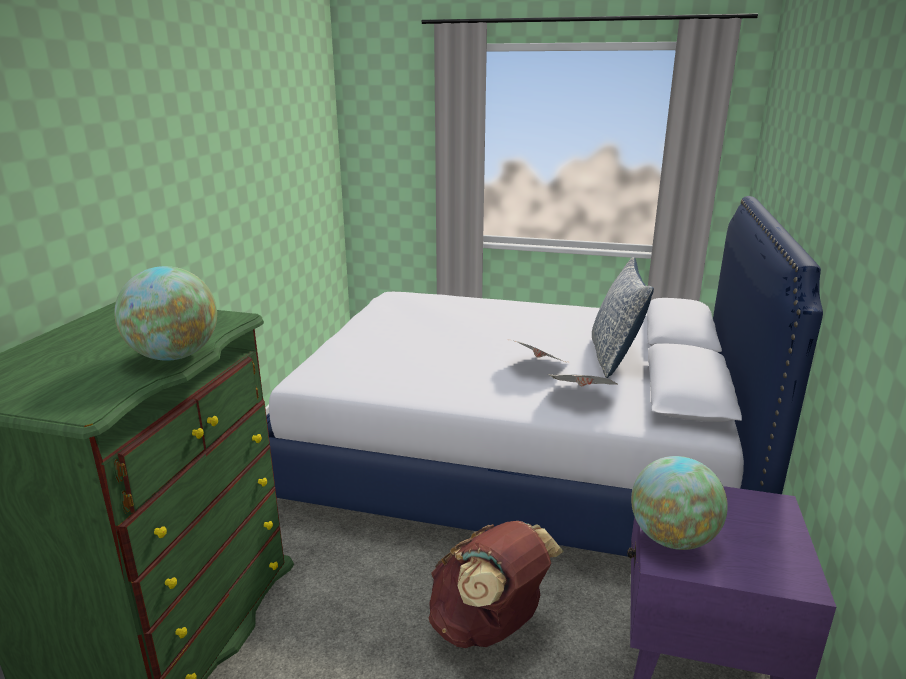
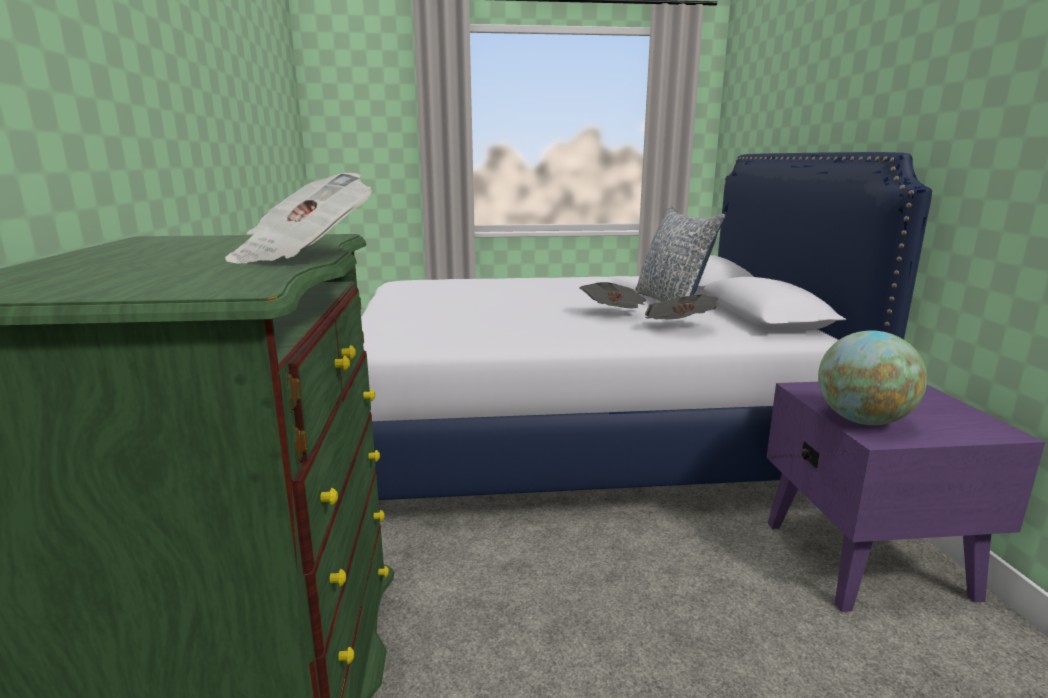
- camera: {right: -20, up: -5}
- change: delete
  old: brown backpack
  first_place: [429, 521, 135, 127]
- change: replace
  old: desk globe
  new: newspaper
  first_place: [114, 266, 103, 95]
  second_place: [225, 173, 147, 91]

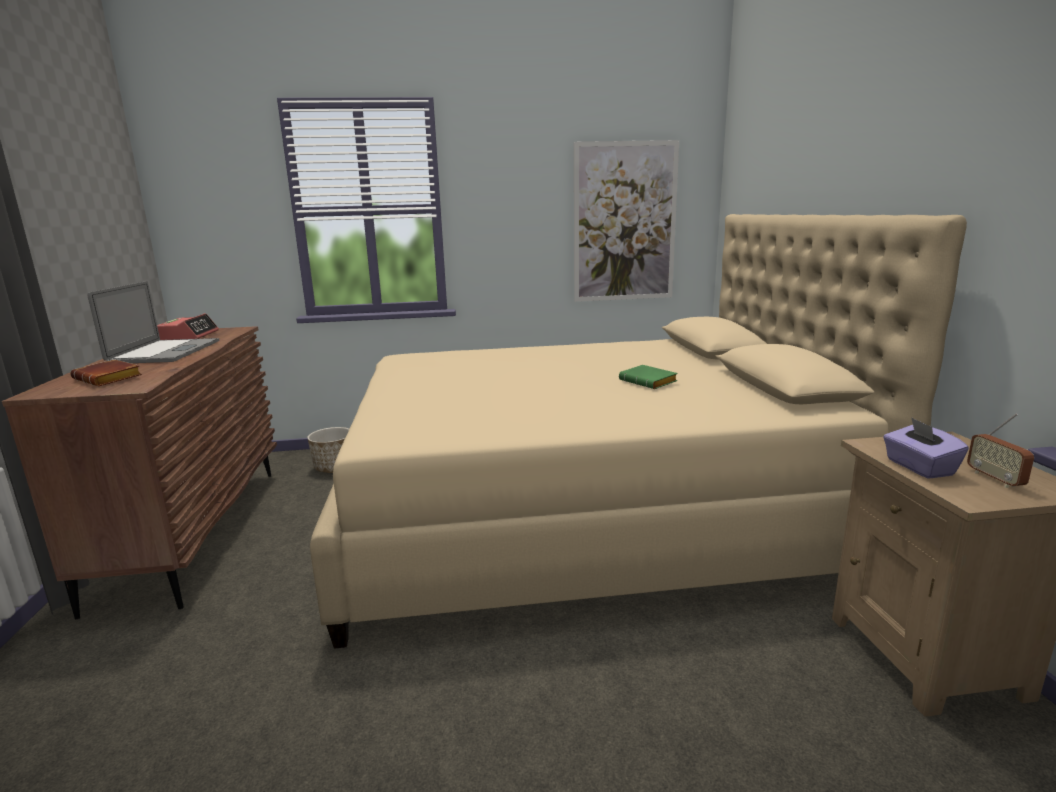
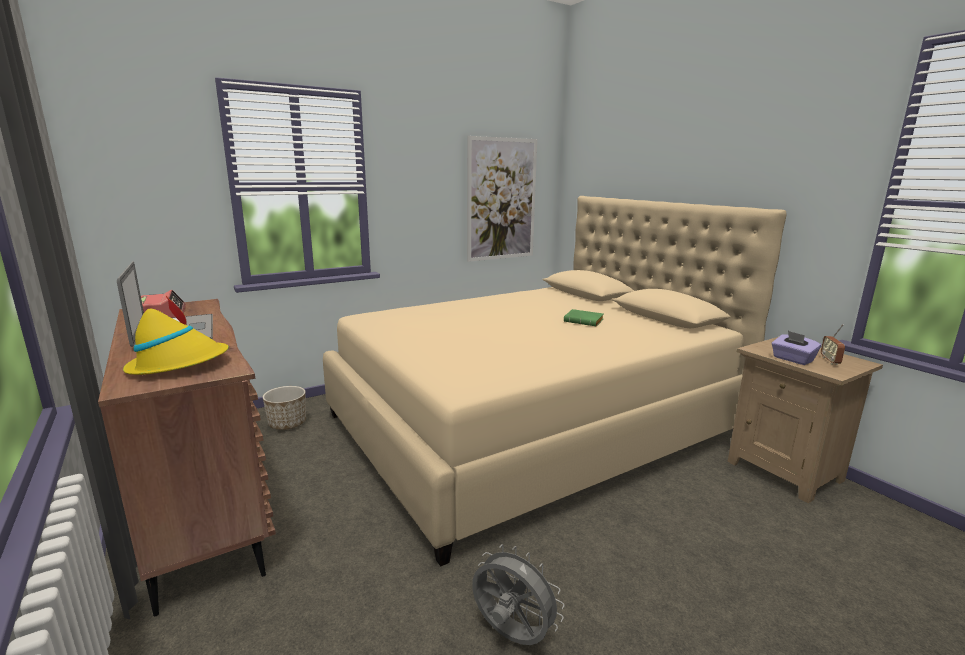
- camera: {right: -25, up: 0}
- change: insert
  new: grey fan
  second_place: [472, 544, 93, 101]
- change: replace
  old: brown bound book
  new: yellow-coloured clothing hat
  first_place: [70, 359, 72, 27]
  second_place: [123, 296, 106, 79]
- change: rotate
  old: radio set
  first_place: [967, 413, 67, 75]
  second_place: [821, 324, 24, 41]
  degrees: 45

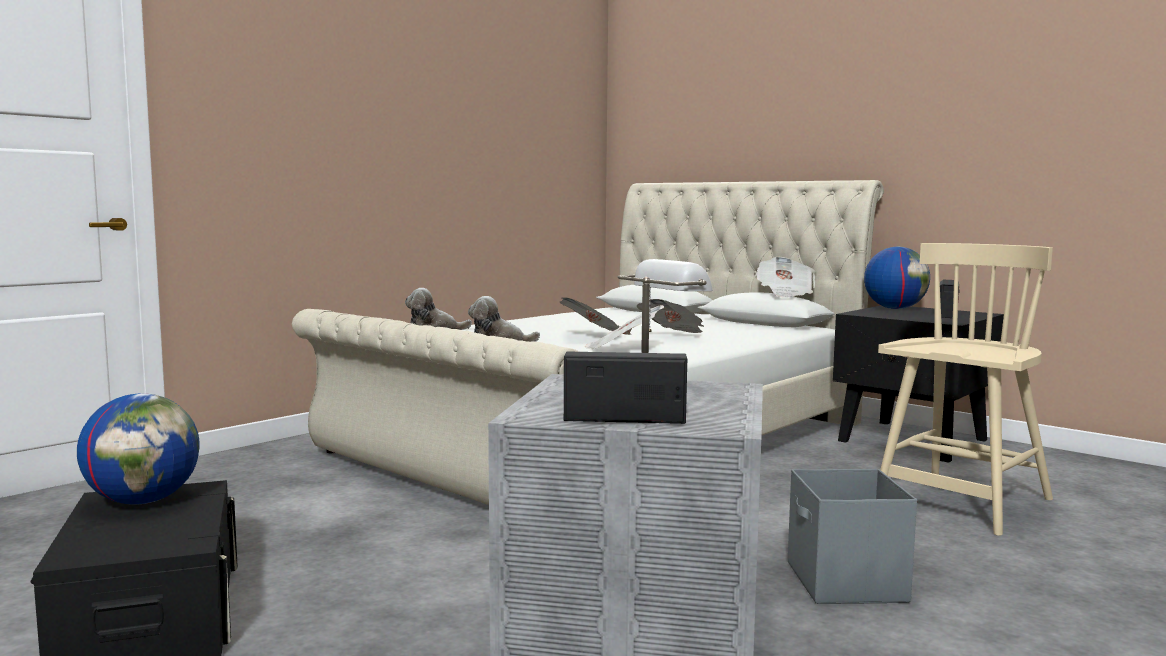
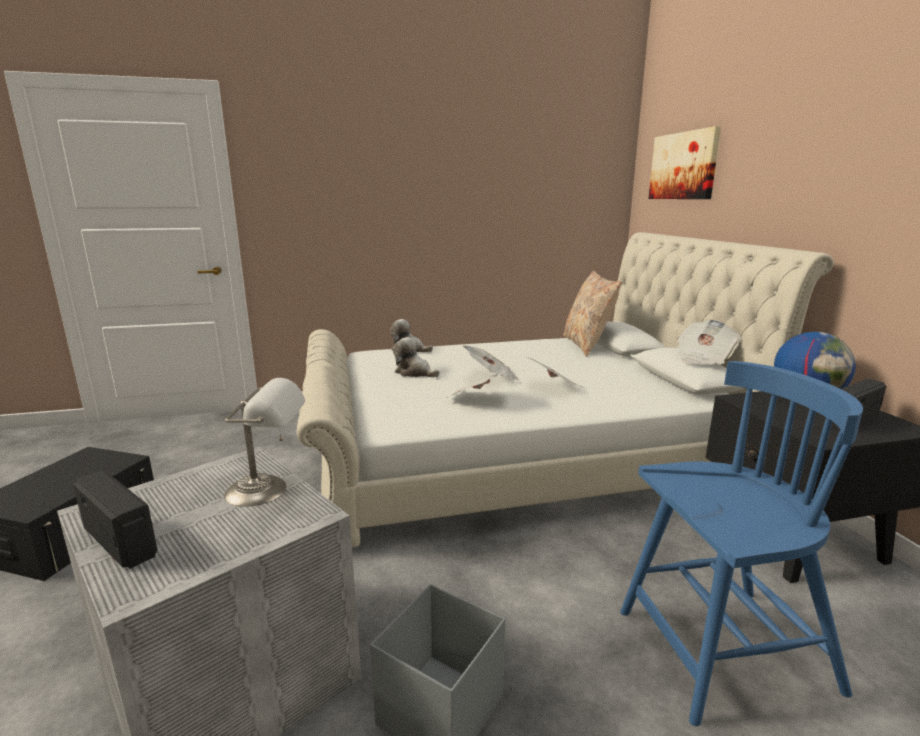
- camera: {right: 35, up: 10}
- change: delete
  old: desk globe
  first_place: [77, 393, 123, 111]
- change: insert
  new: sand-coloured throw pillow
  second_place: [563, 270, 59, 86]
- change: insert
  new: picture
  second_place: [648, 126, 73, 73]
- change: recolor
  old: sand-coloured chair
  new: blue chair
  first_place: [878, 243, 175, 293]
  second_place: [620, 361, 243, 365]

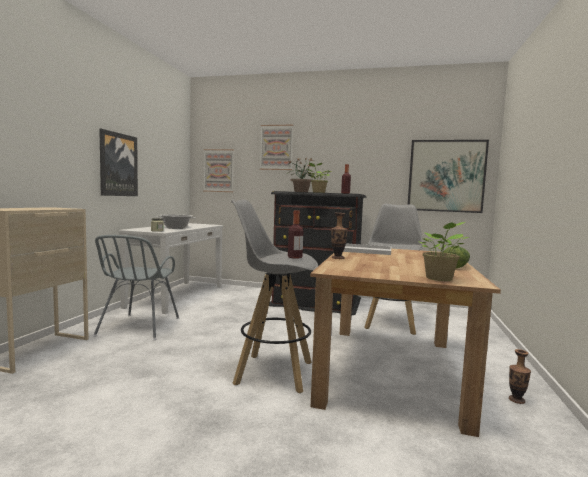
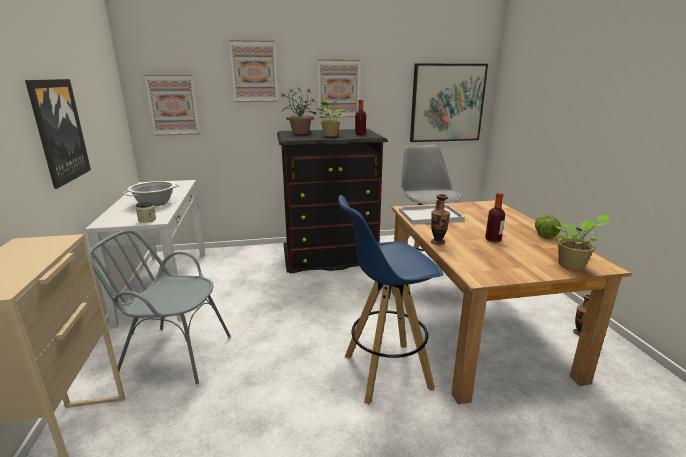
- camera: {right: -25, up: 15}
- change: insert
  new: picture
  second_place: [318, 59, 42, 59]
- change: move
  old: drink bottle
  first_place: [288, 210, 15, 49]
  second_place: [485, 193, 20, 50]
- change: recolor
  old: grey stool seat
  new: blue stool seat
  first_place: [231, 199, 87, 194]
  second_place: [338, 195, 105, 210]
- change: rotate
  old: grey chair
  first_place: [93, 235, 87, 105]
  second_place: [88, 229, 144, 158]
  degrees: 120

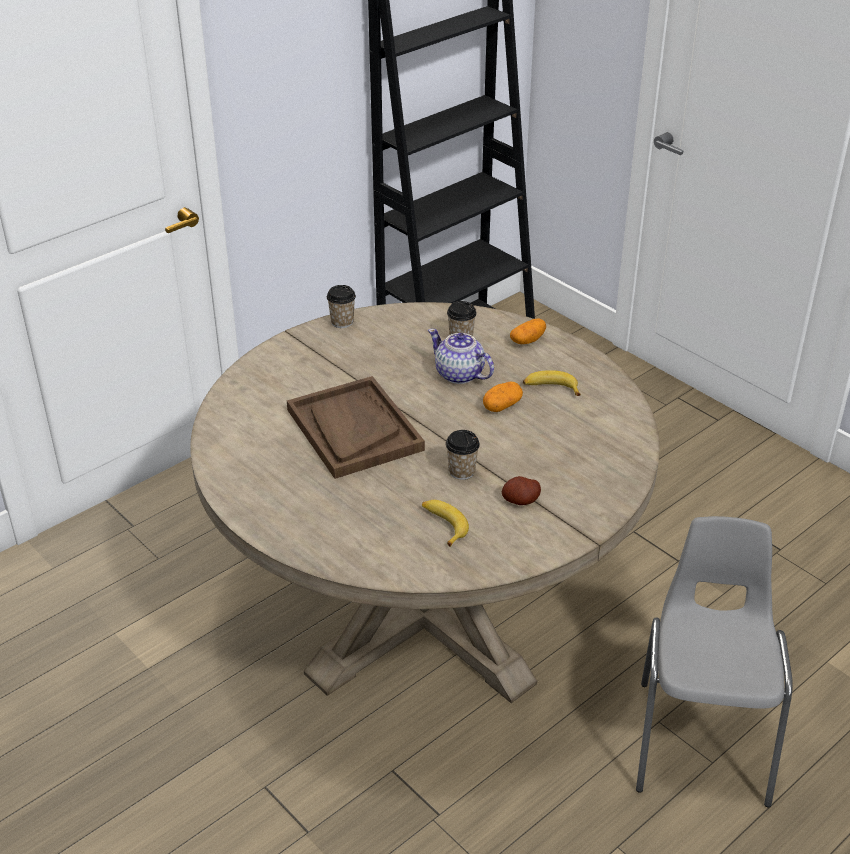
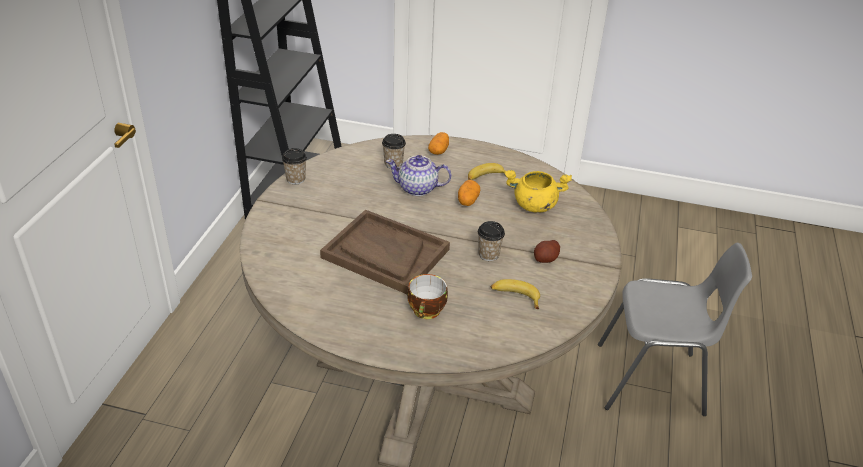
- camera: {right: -35, up: 0}
- change: insert
  new: small cup
  second_place: [407, 274, 41, 45]
- change: insert
  new: yellow-coloured cooking pot
  second_place: [504, 170, 68, 43]
- change: rotate
  old: grey chair
  first_place: [636, 516, 157, 292]
  second_place: [598, 243, 154, 173]
  degrees: 120

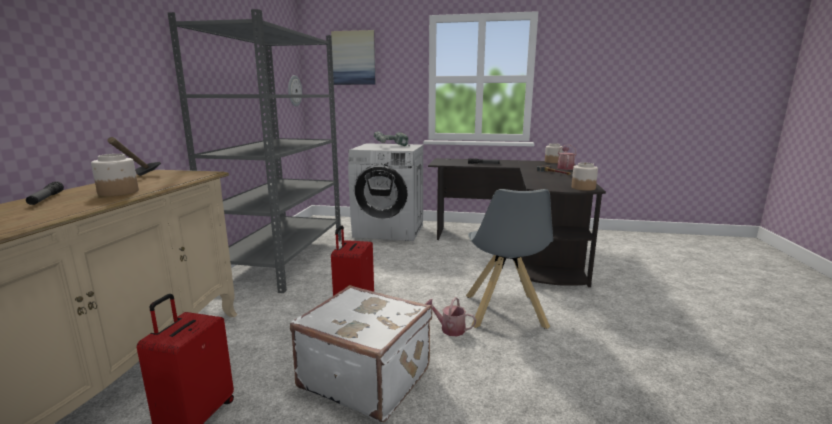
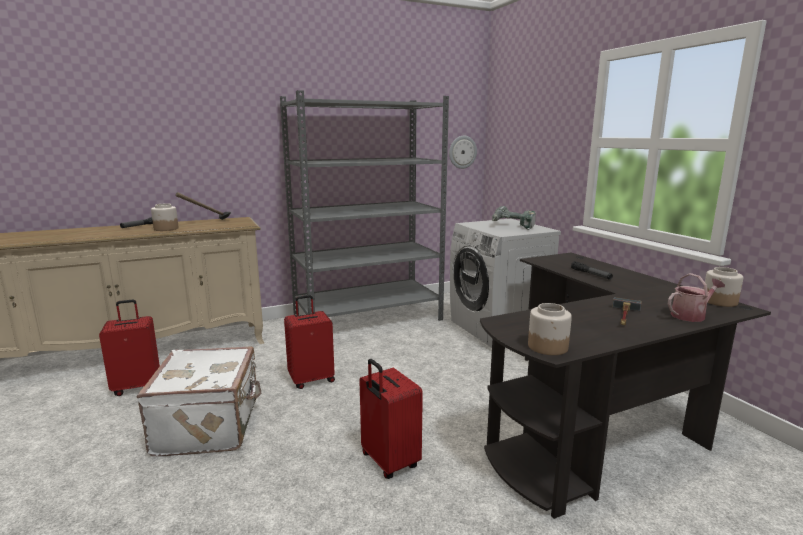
- camera: {right: 55, up: 0}
- change: delete
  old: picture
  first_place: [331, 30, 45, 55]
- change: delete
  old: watering can
  first_place: [425, 297, 51, 40]
- change: replace
  old: grey chair
  new: red travel case
  first_place: [466, 189, 87, 140]
  second_place: [359, 359, 64, 120]

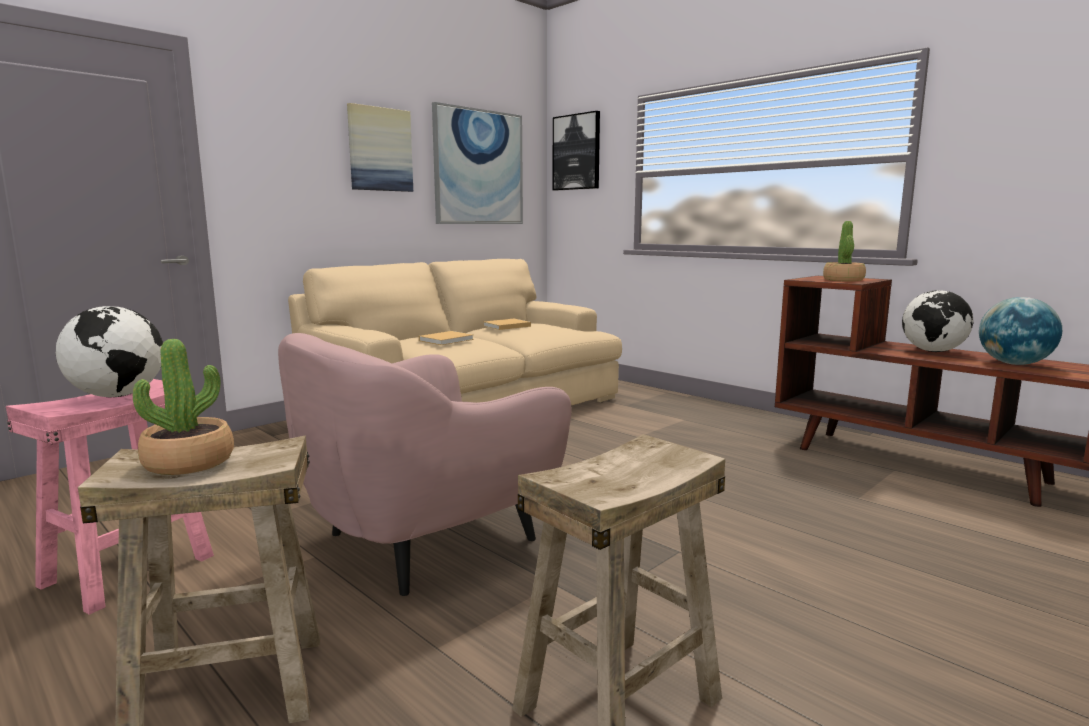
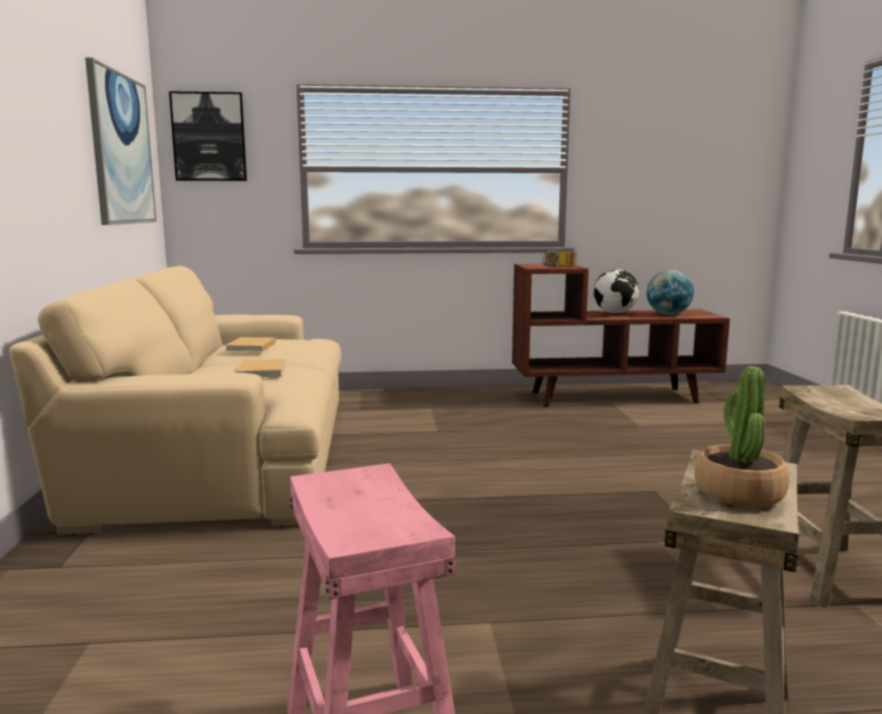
- camera: {right: -50, up: 0}
- change: delete
  old: desk globe
  first_place: [56, 306, 107, 91]
- change: delete
  old: pink-coloured armchair
  first_place: [278, 333, 294, 263]
- change: delete
  old: picture
  first_place: [347, 103, 66, 89]
- change: replace
  old: potted plant
  new: radio set
  first_place: [823, 221, 43, 61]
  second_place: [543, 250, 34, 17]

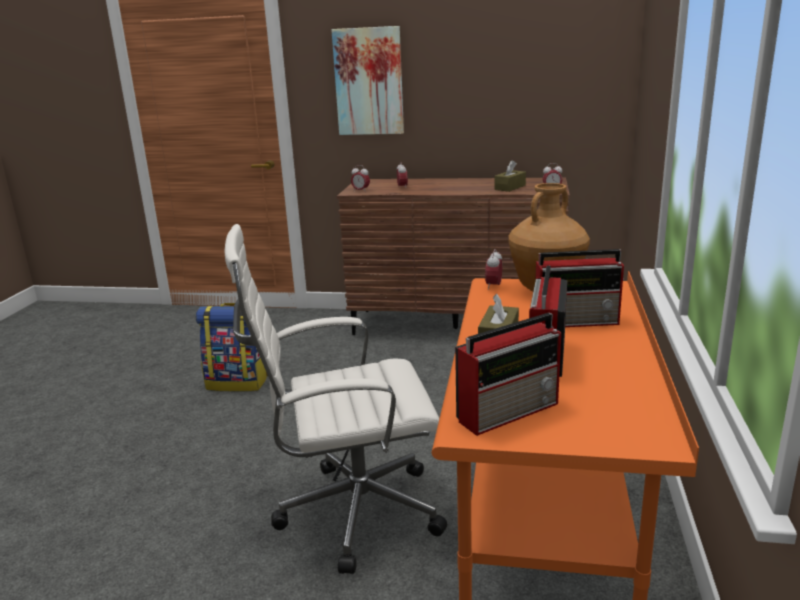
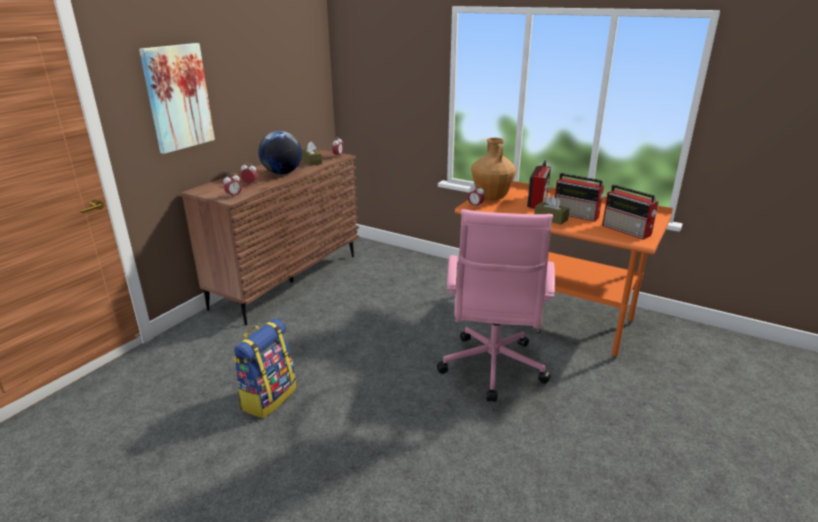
- camera: {right: -70, up: 5}
- change: insert
  new: desk globe
  second_place: [258, 131, 44, 43]
- change: recolor
  old: whitish computer chair
  new: pink-coloured computer chair
  first_place: [225, 224, 222, 350]
  second_place: [437, 209, 118, 193]
- change: rotate
  old: radio set
  first_place: [455, 313, 106, 123]
  second_place: [602, 185, 57, 55]
  degrees: 150

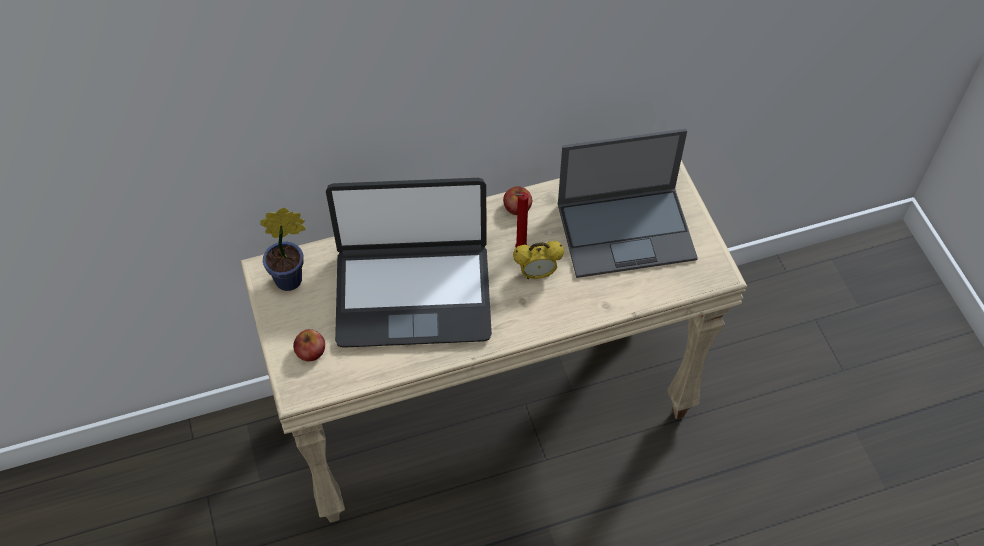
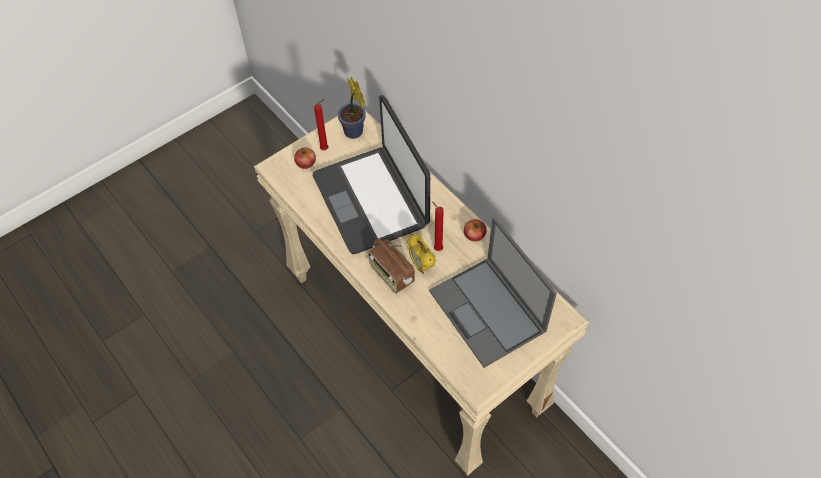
- camera: {right: 70, up: 0}
- change: insert
  new: red wax candle
  second_place: [314, 99, 14, 51]
- change: insert
  new: radio set
  second_place: [368, 238, 47, 55]

